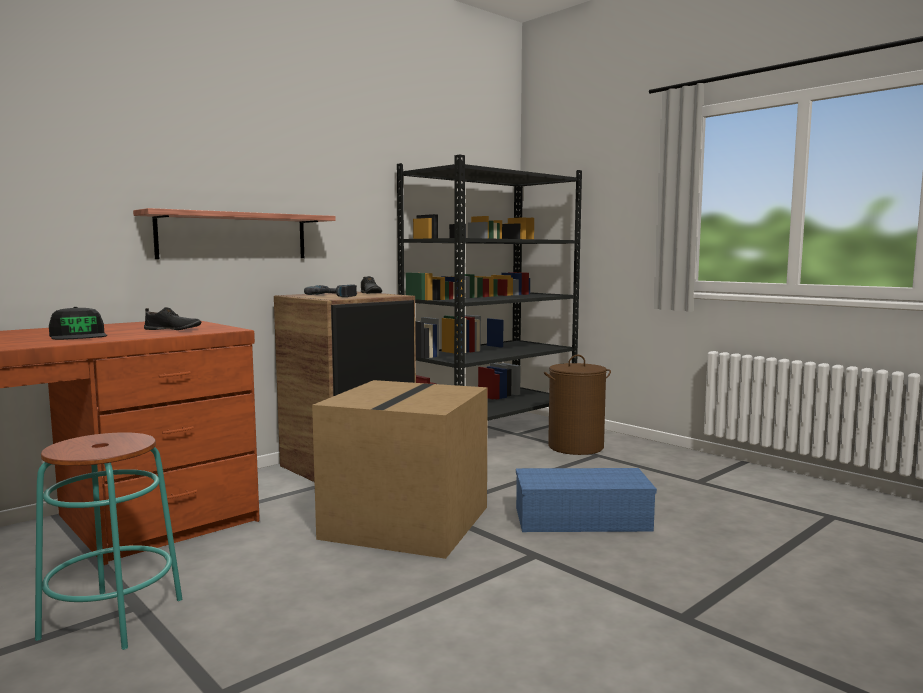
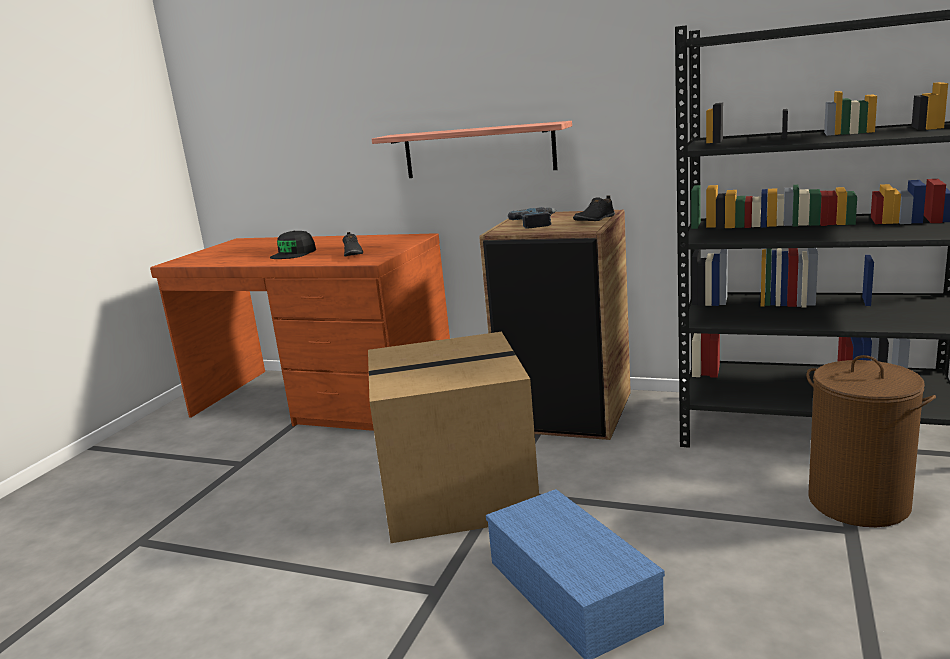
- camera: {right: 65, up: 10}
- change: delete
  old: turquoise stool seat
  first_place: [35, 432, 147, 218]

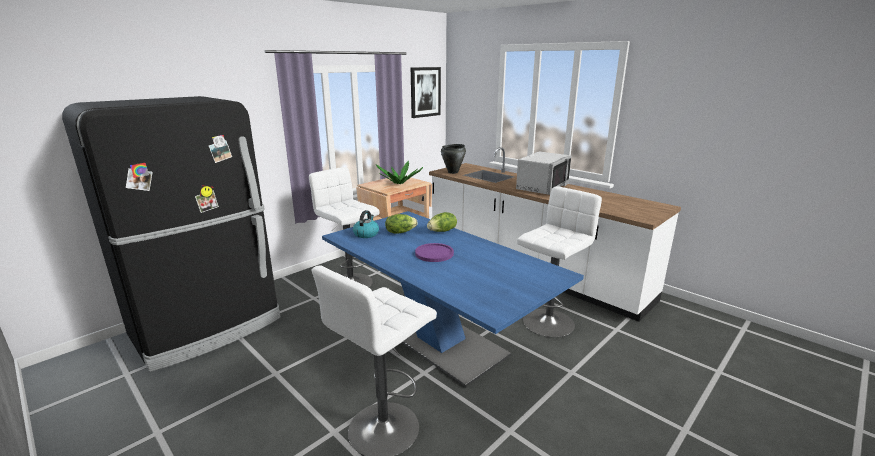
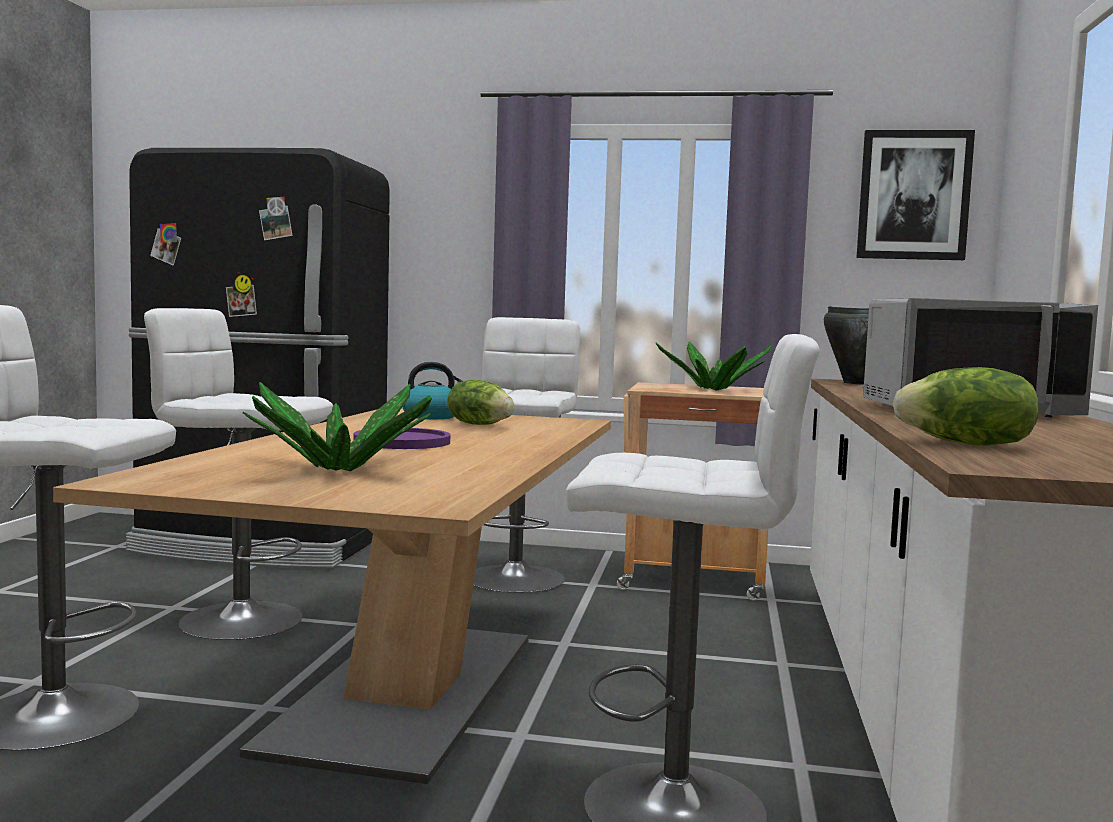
- camera: {right: 55, up: -15}
- change: insert
  new: whitish stool seat
  second_place: [144, 308, 189, 332]
- change: insert
  new: potted plant
  second_place: [243, 382, 189, 90]
- change: move
  old: lettuce head
  first_place: [427, 212, 30, 20]
  second_place: [893, 367, 146, 79]
- change: recolor
  old: blue dining table
  new: sand-coloured dining table
  first_place: [322, 211, 262, 176]
  second_place: [53, 409, 558, 375]

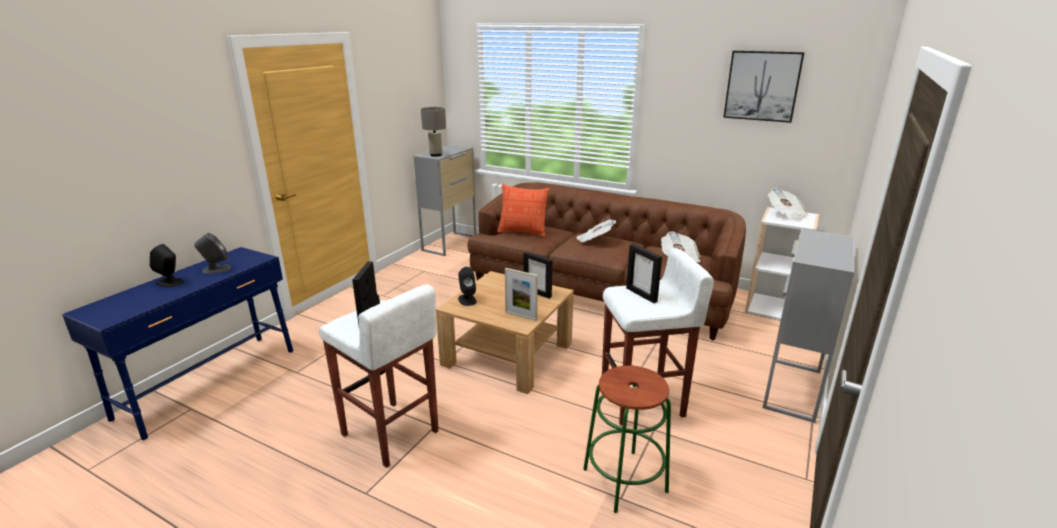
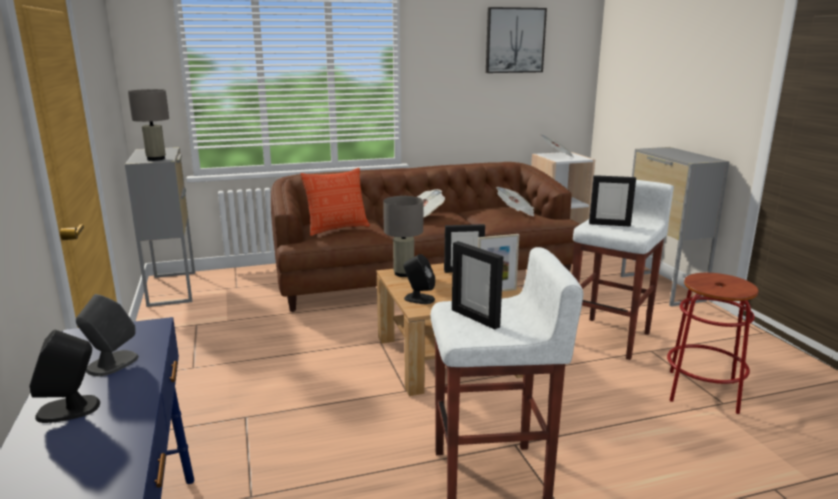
- camera: {right: -45, up: -5}
- change: insert
  new: grey tabletop lamp
  second_place: [383, 196, 40, 81]
- change: recolor
  old: green-coloured stool seat
  new: red stool seat
  first_place: [583, 366, 88, 147]
  second_place: [667, 273, 92, 141]

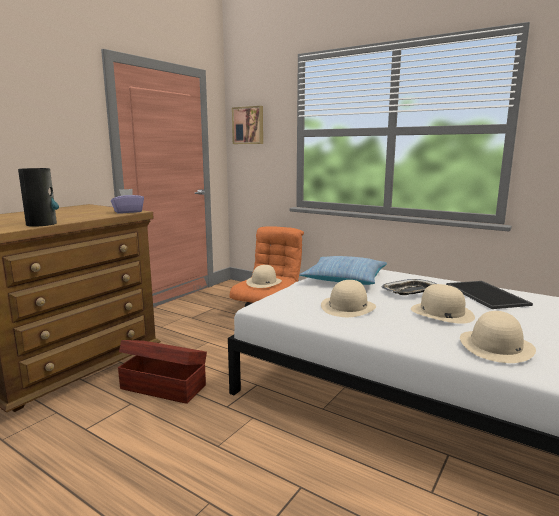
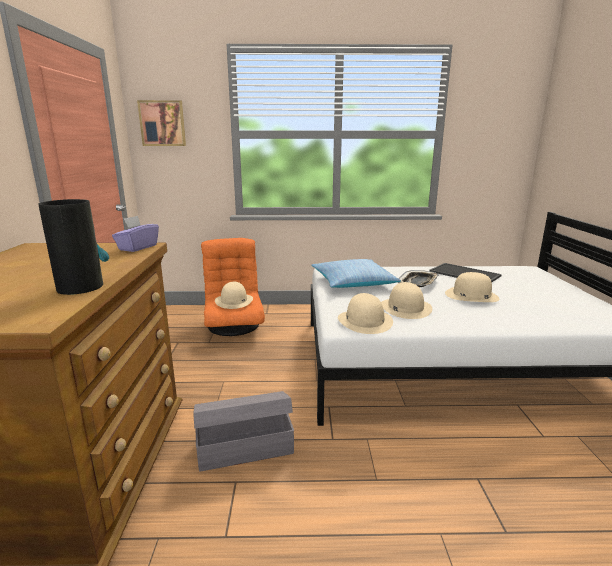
- camera: {right: -35, up: 5}
- change: move
  old: sand-coloured clothing hat
  first_place: [460, 311, 76, 52]
  second_place: [338, 293, 55, 41]
- change: recolor
  old: brown storage box
  new: grey storage box
  first_place: [118, 340, 89, 64]
  second_place: [193, 391, 101, 81]

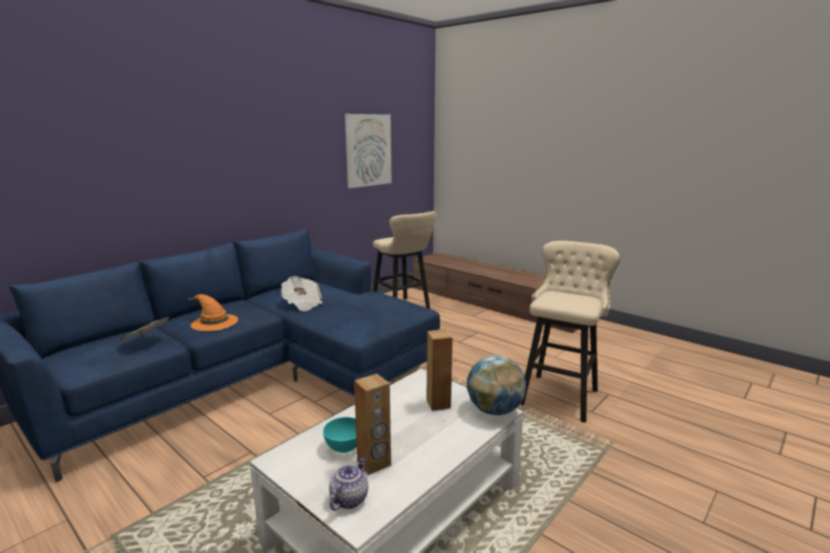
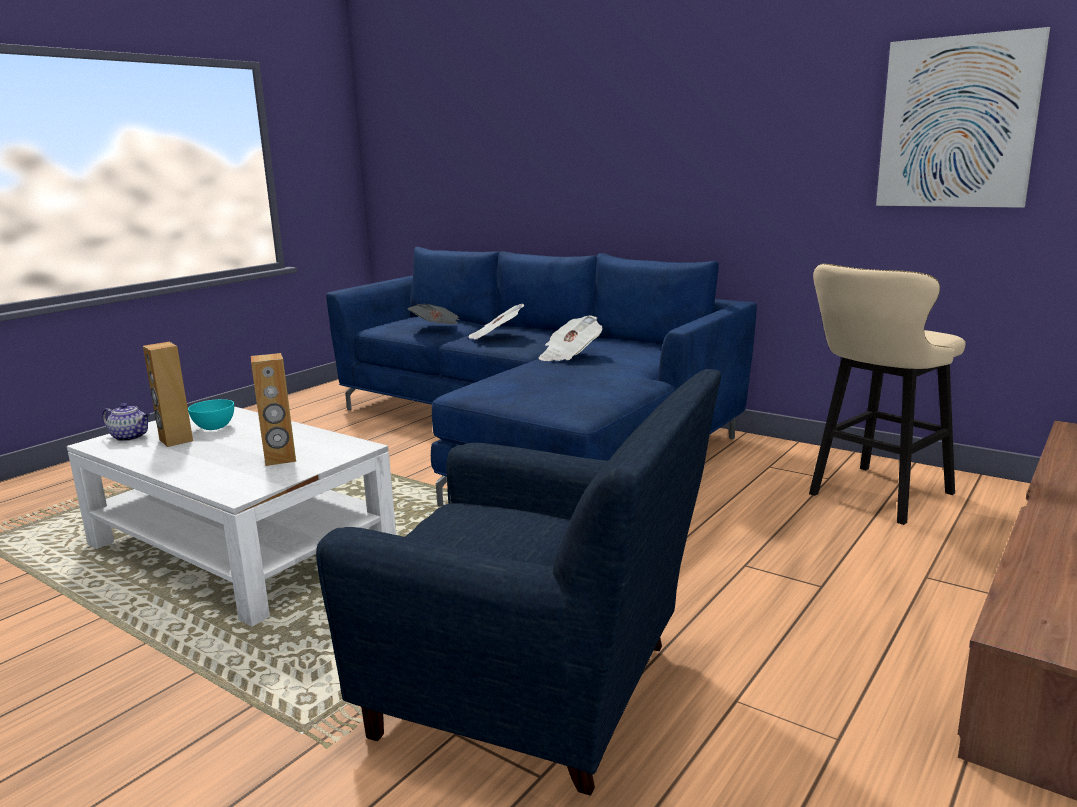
- camera: {right: 85, up: 0}
- change: delete
  old: desk globe
  first_place: [467, 355, 59, 60]
- change: replace
  old: orangey clothing hat
  new: newspaper
  first_place: [188, 294, 50, 37]
  second_place: [468, 304, 56, 36]
- change: replace
  old: sand-coloured stool seat
  new: blue armchair
  first_place: [520, 240, 101, 183]
  second_place: [316, 369, 405, 427]

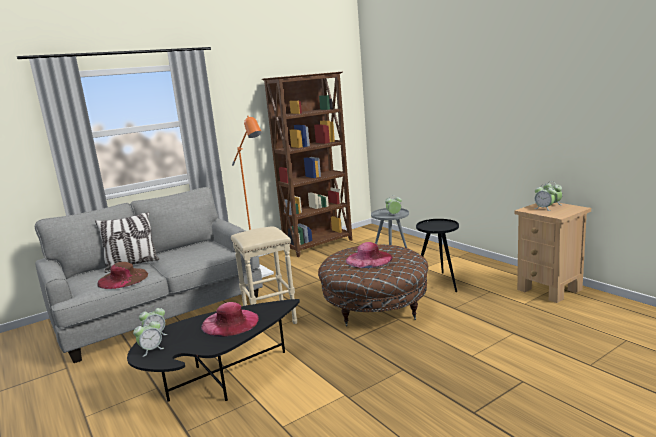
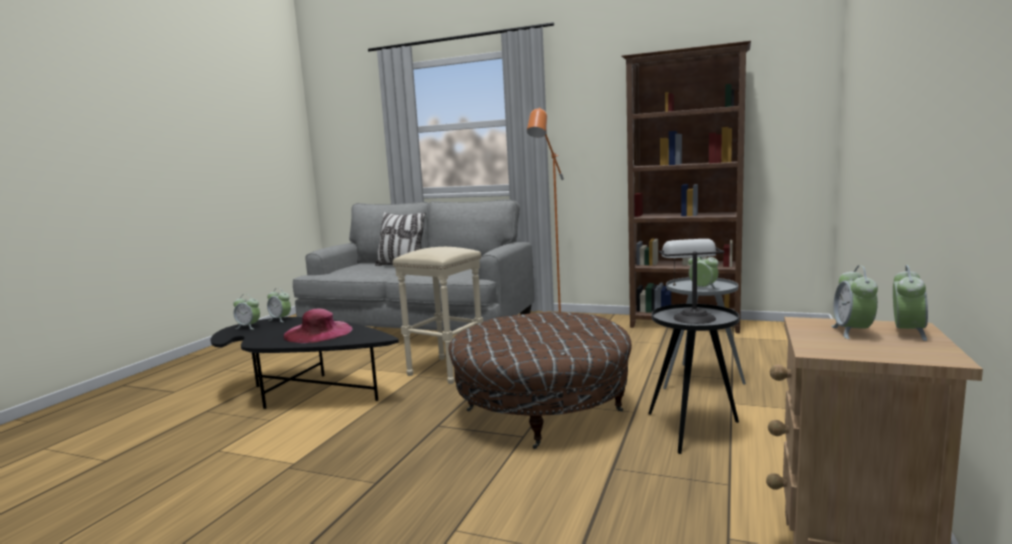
- camera: {right: 55, up: -5}
- change: delete
  old: brown clothing hat
  first_place: [97, 262, 51, 27]
- change: delete
  old: pink-coloured clothing hat
  first_place: [346, 242, 47, 26]
- change: insert
  new: tabletop lamp
  second_place: [659, 239, 65, 85]

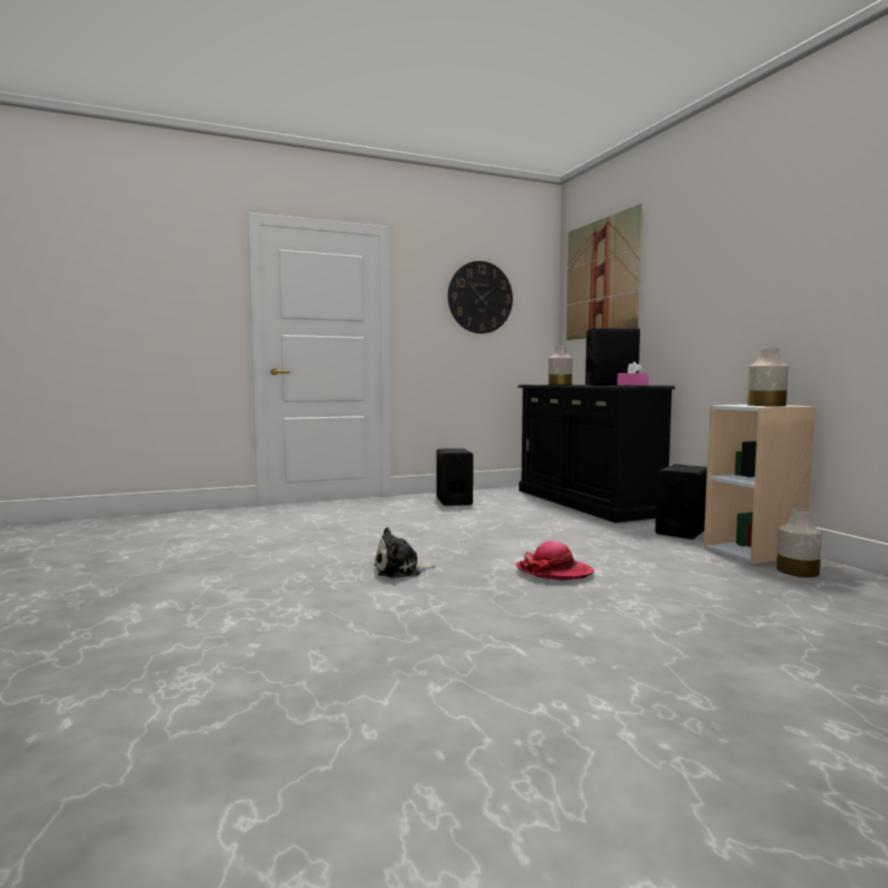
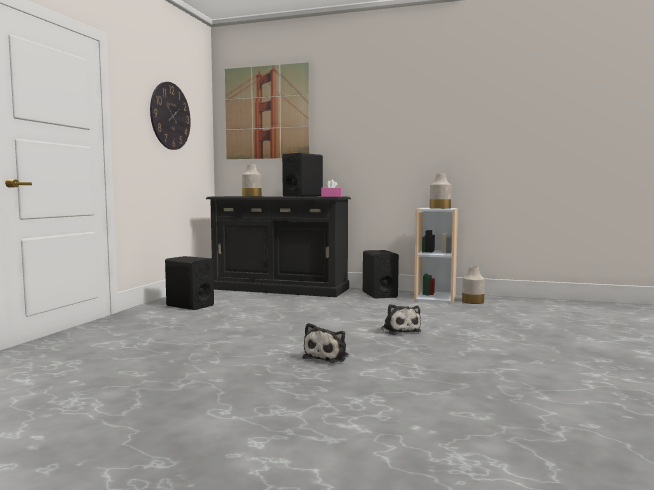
- camera: {right: -50, up: 0}
- change: replace
  old: clothing hat
  new: soft toy
  first_place: [516, 541, 78, 40]
  second_place: [381, 304, 40, 31]

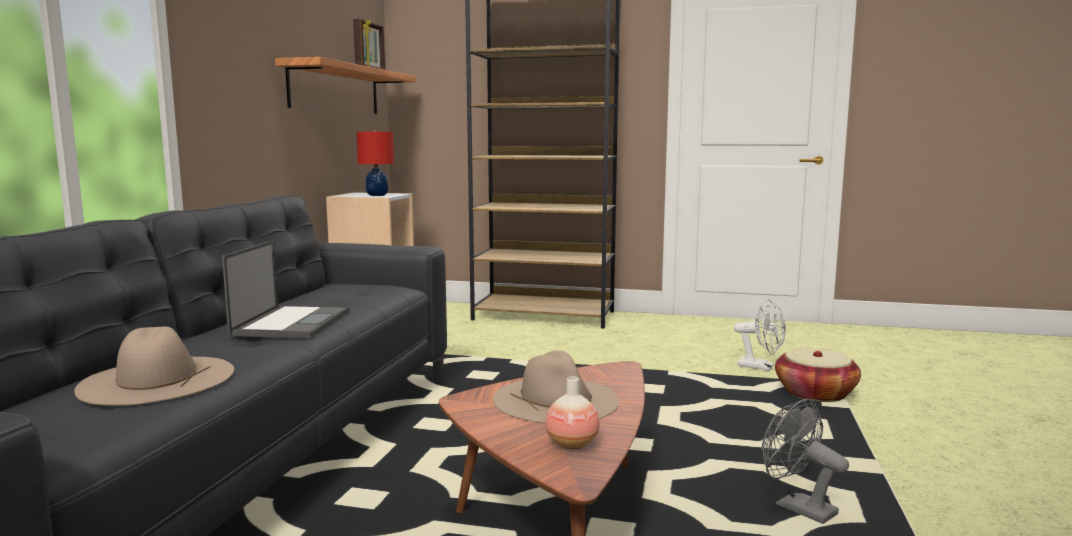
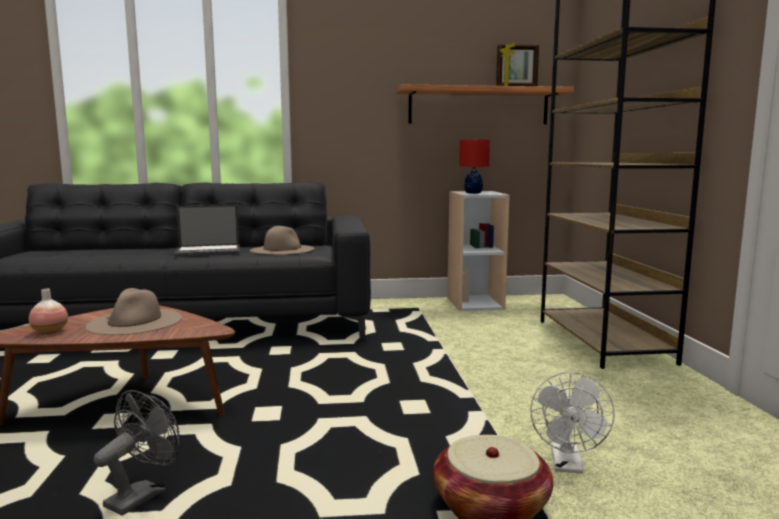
- camera: {right: 70, up: 0}
- change: move
  old: sand-coloured clothing hat
  first_place: [74, 326, 160, 79]
  second_place: [250, 226, 65, 29]

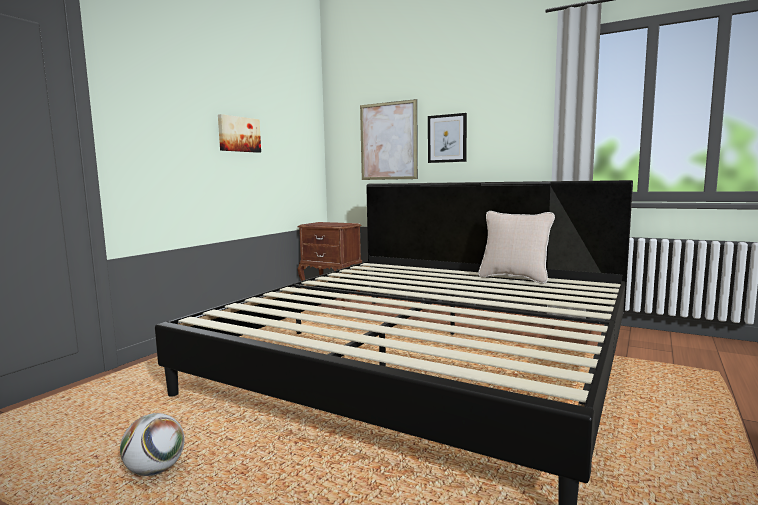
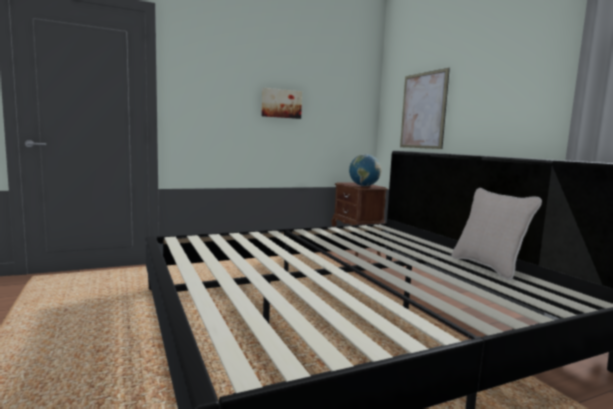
- camera: {right: 35, up: 0}
- change: delete
  old: football
  first_place: [120, 413, 65, 63]
- change: delete
  old: picture
  first_place: [428, 113, 39, 50]
- change: insert
  new: desk globe
  second_place: [349, 154, 32, 32]

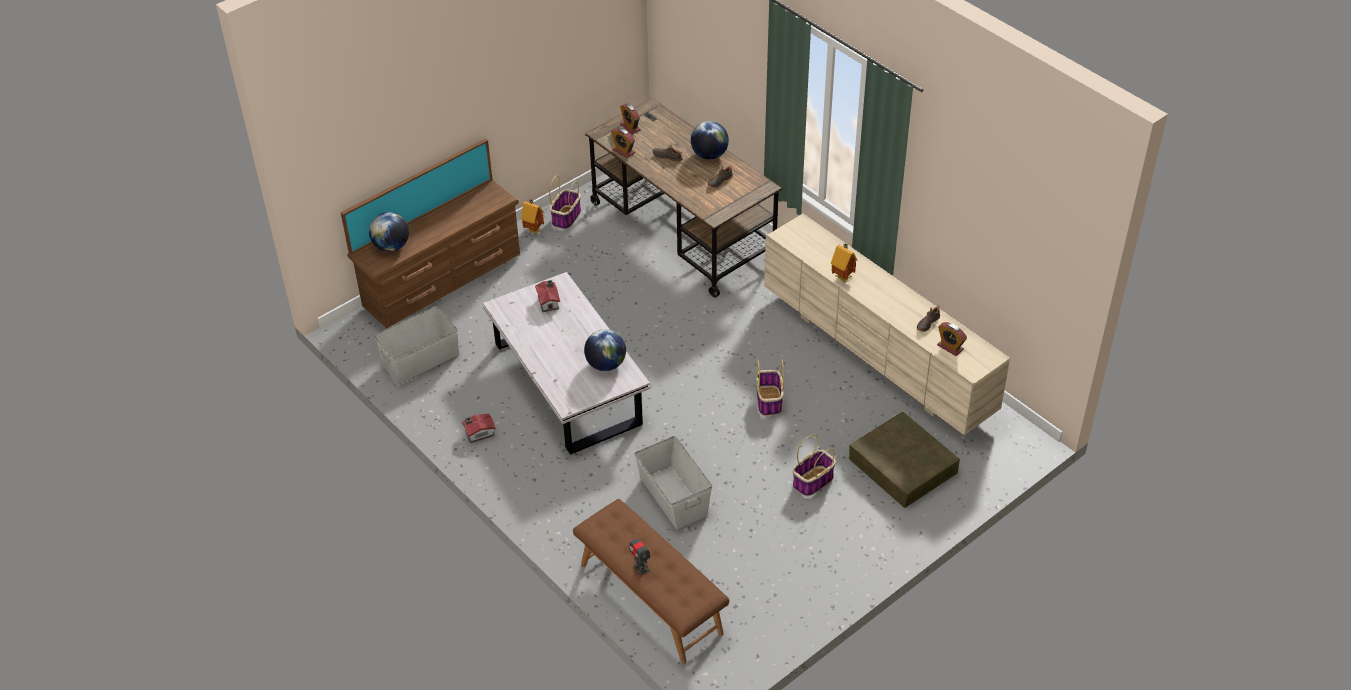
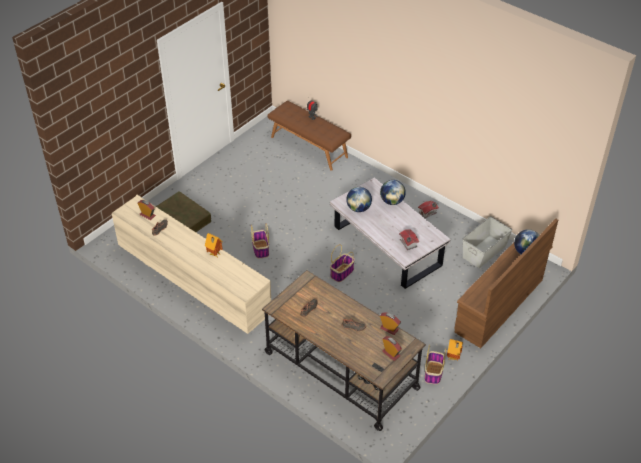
- camera: {right: 170, up: 0}
- change: delete
  old: grey storage box
  first_place: [635, 436, 77, 93]
- change: move
  old: desk globe
  first_place: [691, 121, 38, 38]
  second_place: [380, 180, 26, 25]
- change: move
  old: basket
  first_place: [793, 434, 43, 62]
  second_place: [330, 244, 25, 38]

